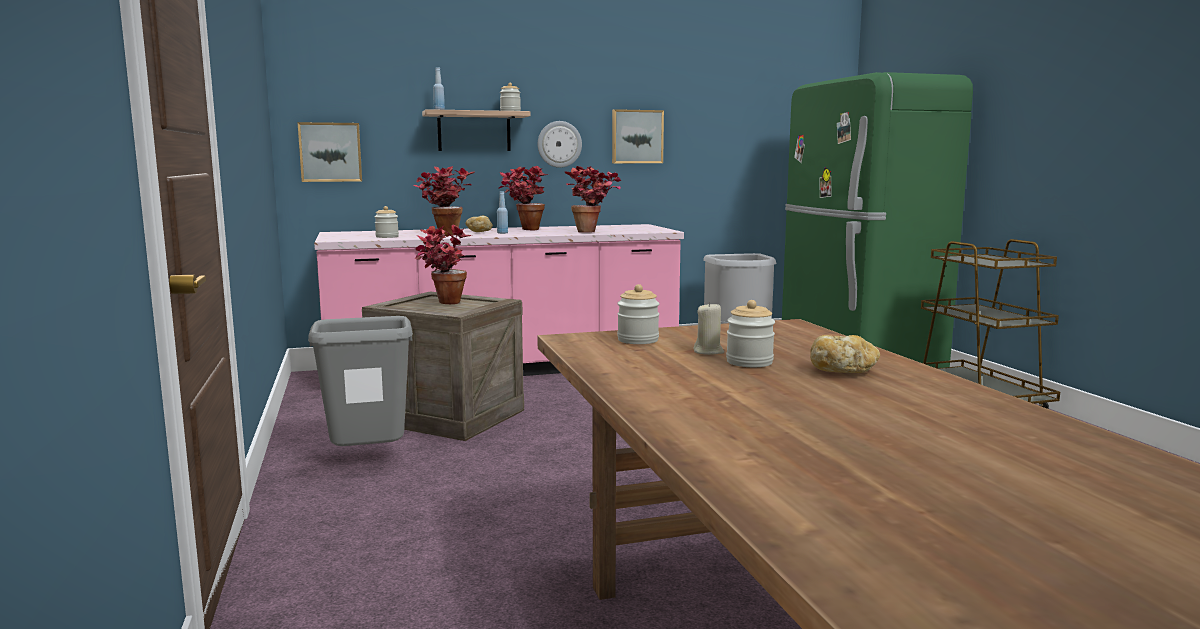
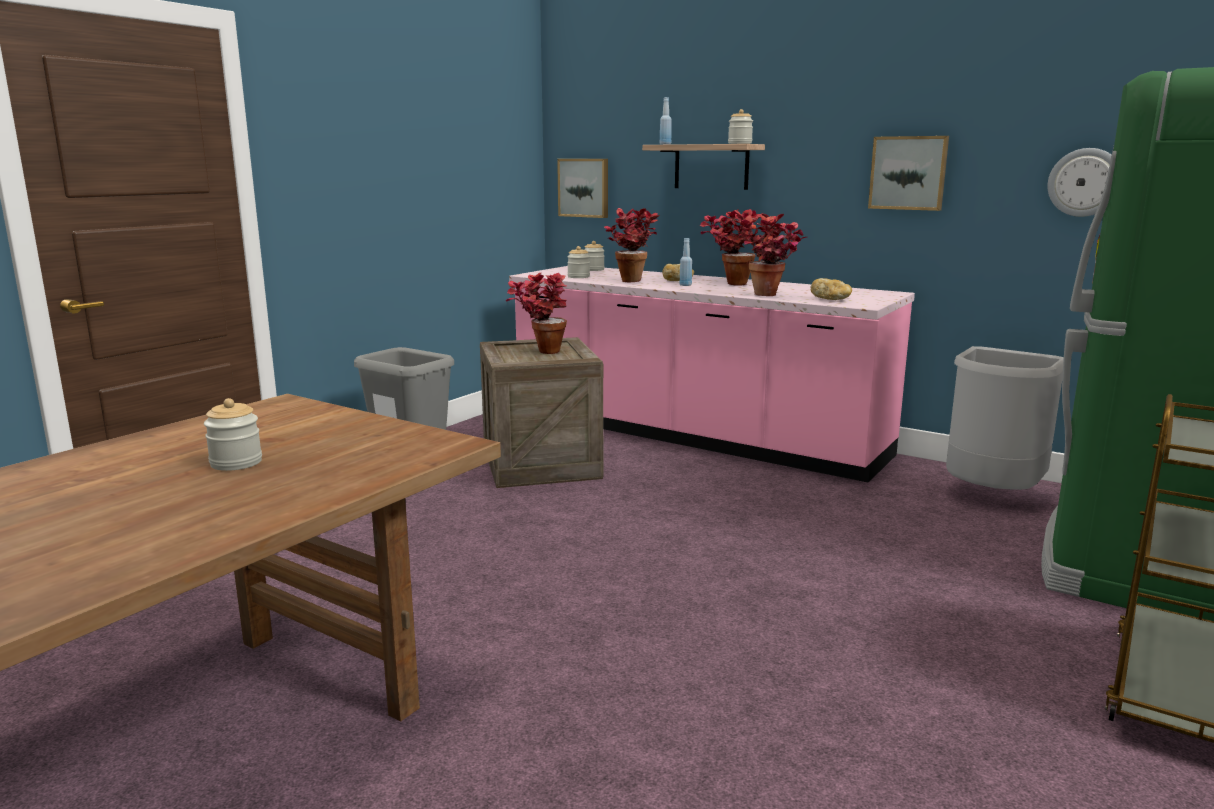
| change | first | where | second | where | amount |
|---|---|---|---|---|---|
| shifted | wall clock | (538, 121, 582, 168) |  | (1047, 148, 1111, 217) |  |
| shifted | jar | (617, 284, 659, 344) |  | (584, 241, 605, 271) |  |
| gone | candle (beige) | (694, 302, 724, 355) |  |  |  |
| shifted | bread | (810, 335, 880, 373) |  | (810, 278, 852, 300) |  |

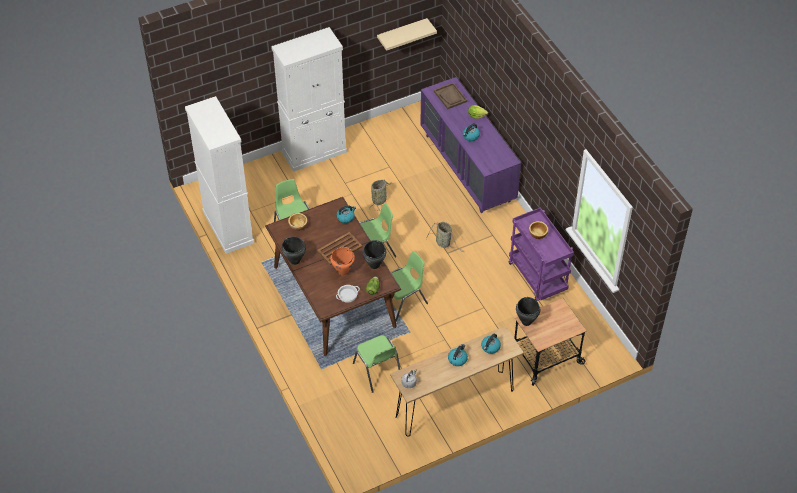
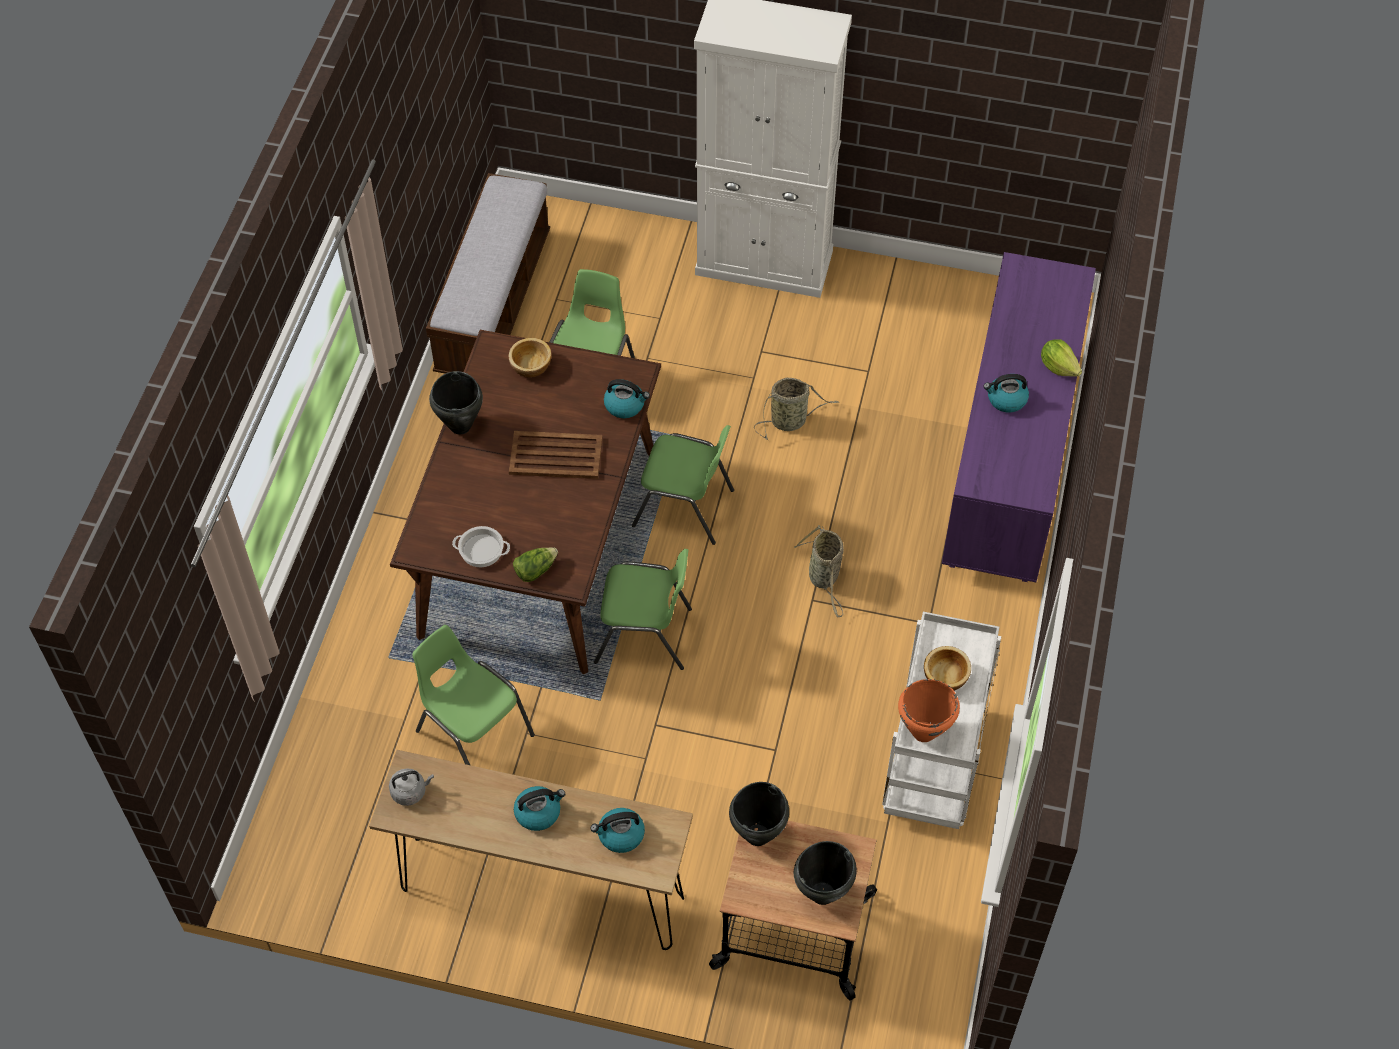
| change | first | where | second | where | amount |
|---|---|---|---|---|---|
| swapped | cabinet (white) | (185, 96, 254, 254) | bench | (426, 173, 550, 374) |  |
| shifted | cooking pot (orange) | (330, 247, 355, 275) |  | (898, 679, 960, 742) |  |
| rotated | chair (green) | (353, 335, 400, 393) |  | (412, 625, 535, 765) | 120 degrees clockwise |
| shifted | cooking pot (black) | (362, 240, 386, 269) |  | (794, 841, 857, 905) |  |
| gone | shelf (beige) | (377, 18, 437, 51) |  |  |  |
| gone | tray (brown) | (434, 83, 467, 109) |  |  |  |
| repainted | cart (purple) | (509, 207, 574, 301) | cart (white) | (882, 612, 1001, 829) |  |

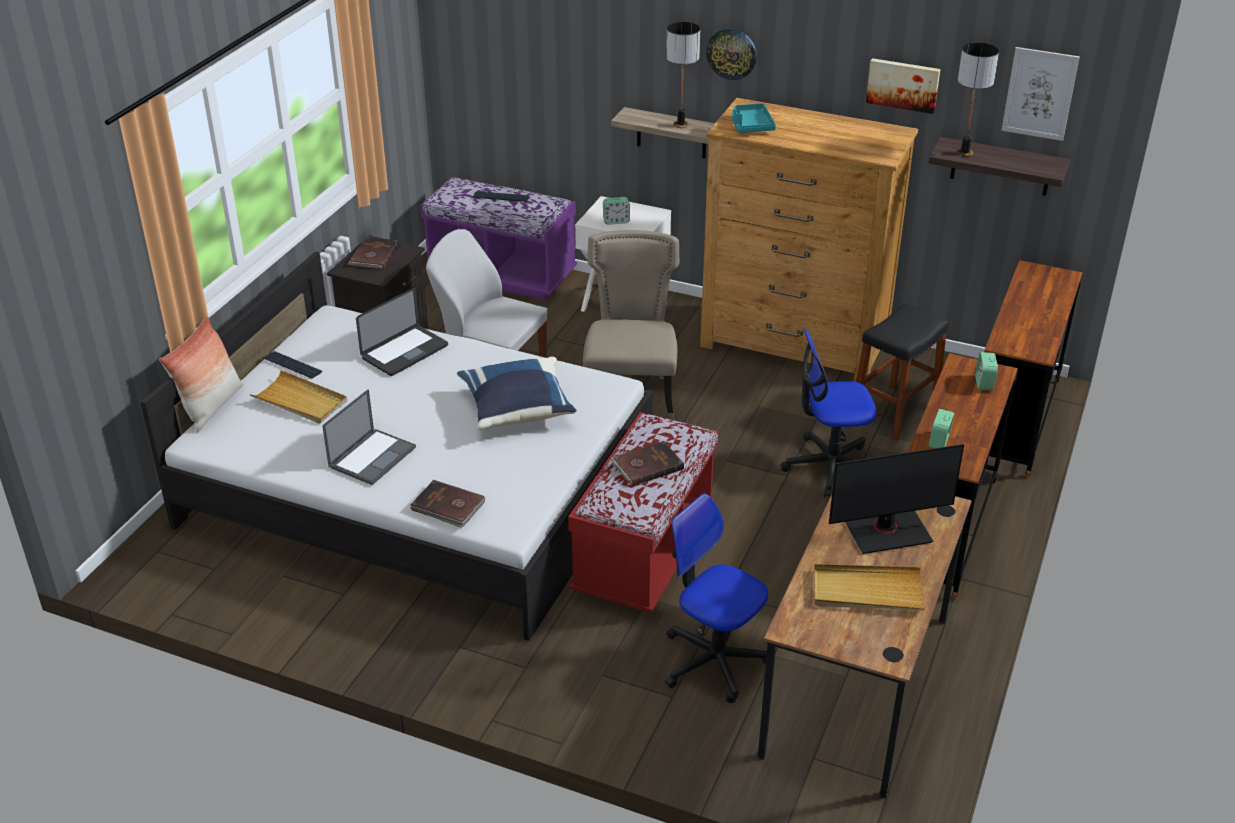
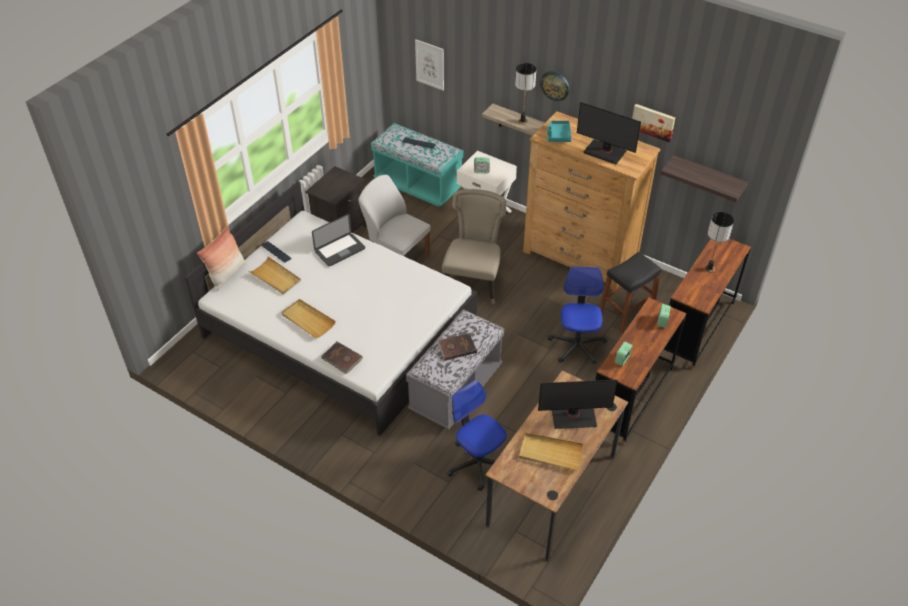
| change | first | where | second | where | amount |
|---|---|---|---|---|---|
| swapped | laptop | (322, 389, 416, 485) | tray (beige) | (281, 299, 336, 338) |  |
| gone | book (brown) | (348, 237, 400, 270) |  |  |  |
| repainted | bench (purple) | (420, 177, 577, 300) | bench (turquoise) | (371, 123, 463, 207) |  |
| gone | pillow (blue) | (457, 356, 577, 430) |  |  |  |
| repainted | bench (red) | (568, 412, 718, 613) | bench (grey) | (406, 309, 504, 430) |  |
| rotated | office chair | (780, 328, 877, 498) |  | (548, 266, 607, 364) | 90 degrees clockwise |
| shifted | table lamp | (957, 42, 999, 157) |  | (705, 212, 734, 272) |  |
| shifted | picture | (1001, 47, 1080, 141) |  | (415, 40, 444, 90) |  |
| new |  |  | monitor | (577, 102, 641, 164) |  |

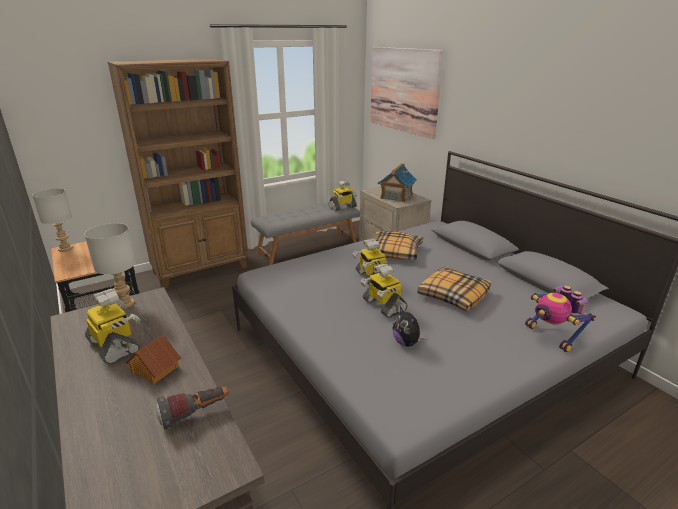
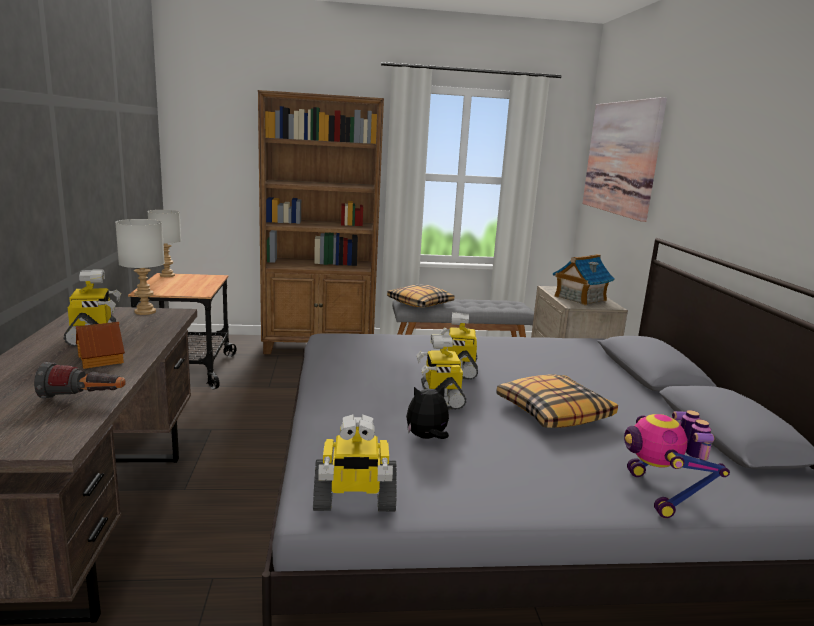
| change | first | where | second | where | amount |
|---|---|---|---|---|---|
| shifted | toy robot | (328, 180, 357, 211) |  | (313, 414, 396, 511) |  |
| shifted | pillow | (366, 231, 423, 260) |  | (387, 284, 454, 307) |  |
| rotated | plush toy | (393, 307, 424, 346) |  | (406, 384, 449, 439) | 75 degrees clockwise |

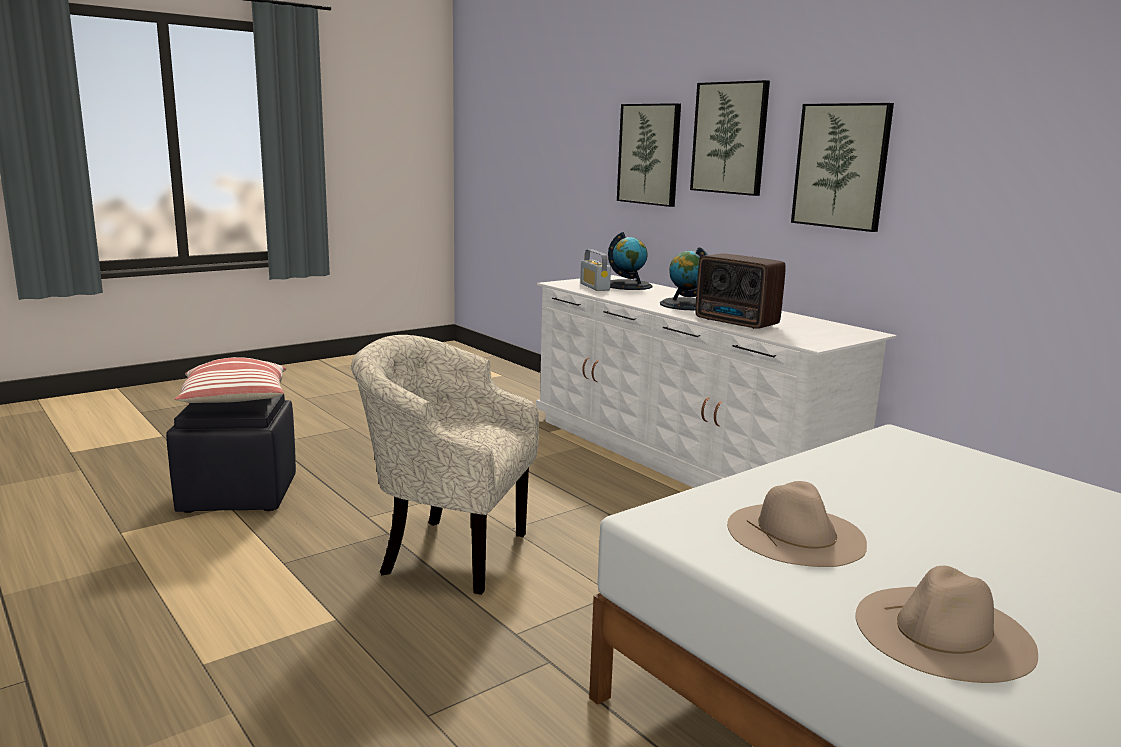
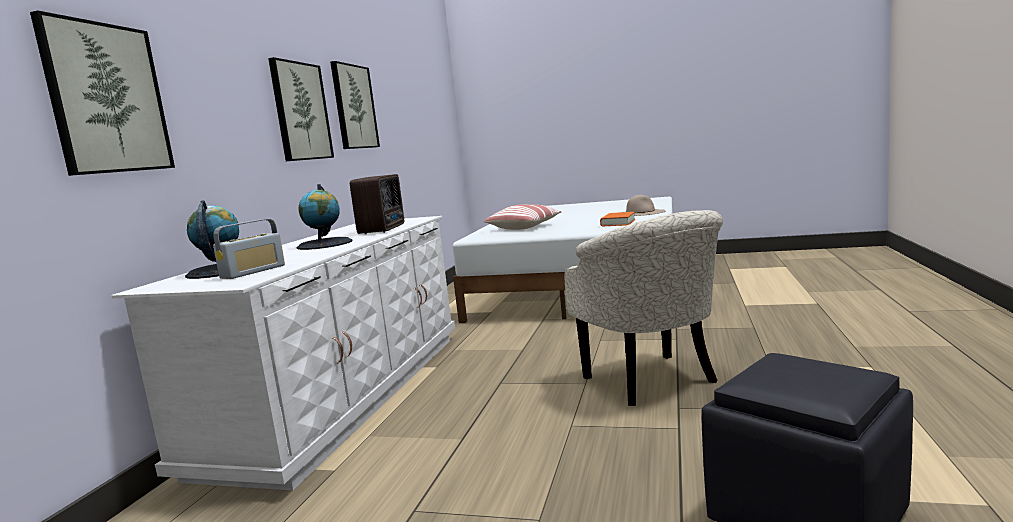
| change | first | where | second | where | amount |
|---|---|---|---|---|---|
| shifted | pillow | (175, 357, 287, 403) |  | (484, 204, 562, 230) |  |
| shifted | picture | (690, 80, 770, 196) |  | (330, 61, 380, 149) |  |
| swapped | hat (beige) | (727, 481, 867, 567) | book (orange) | (600, 212, 635, 226) |  |

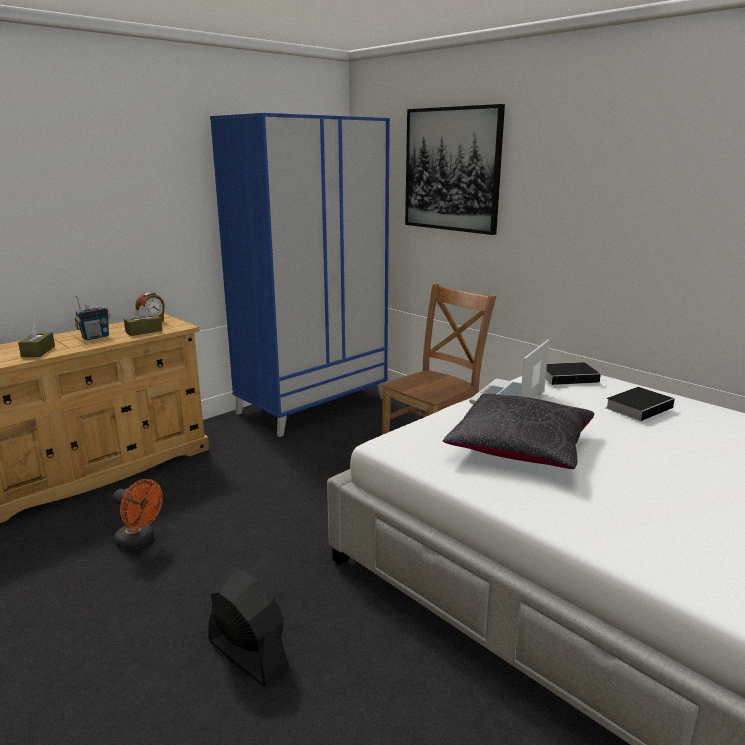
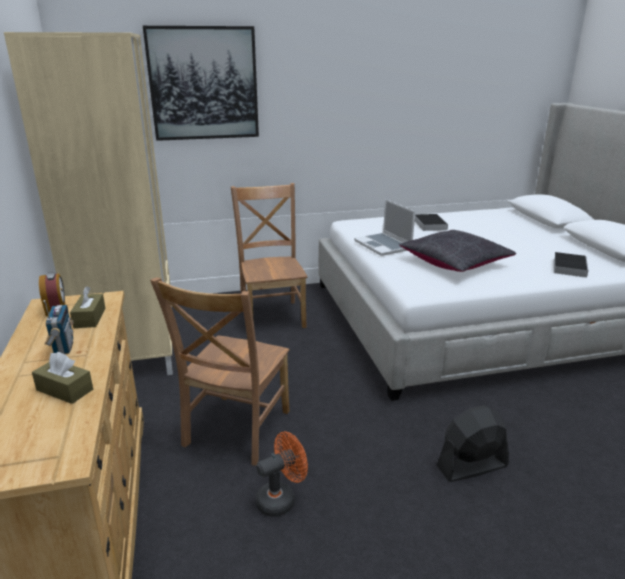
| change | first | where | second | where | amount |
|---|---|---|---|---|---|
| repainted | wardrobe (blue) | (210, 113, 390, 437) | wardrobe (beige) | (4, 32, 173, 375) |  |
| shifted | book | (545, 362, 606, 385) |  | (553, 252, 588, 278) |  |
| new |  |  | chair (brown) | (150, 277, 290, 465) |  |

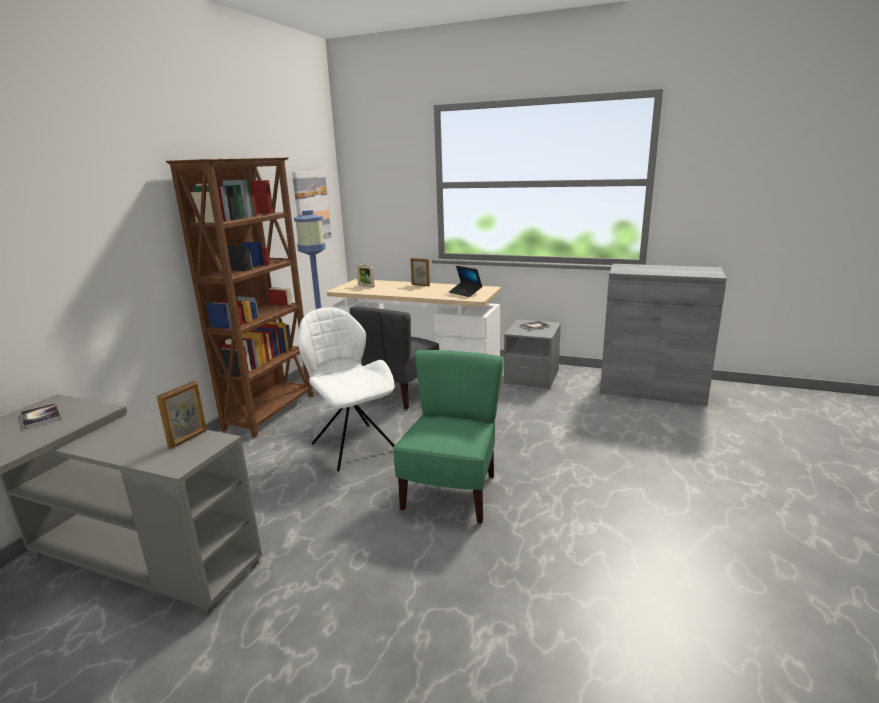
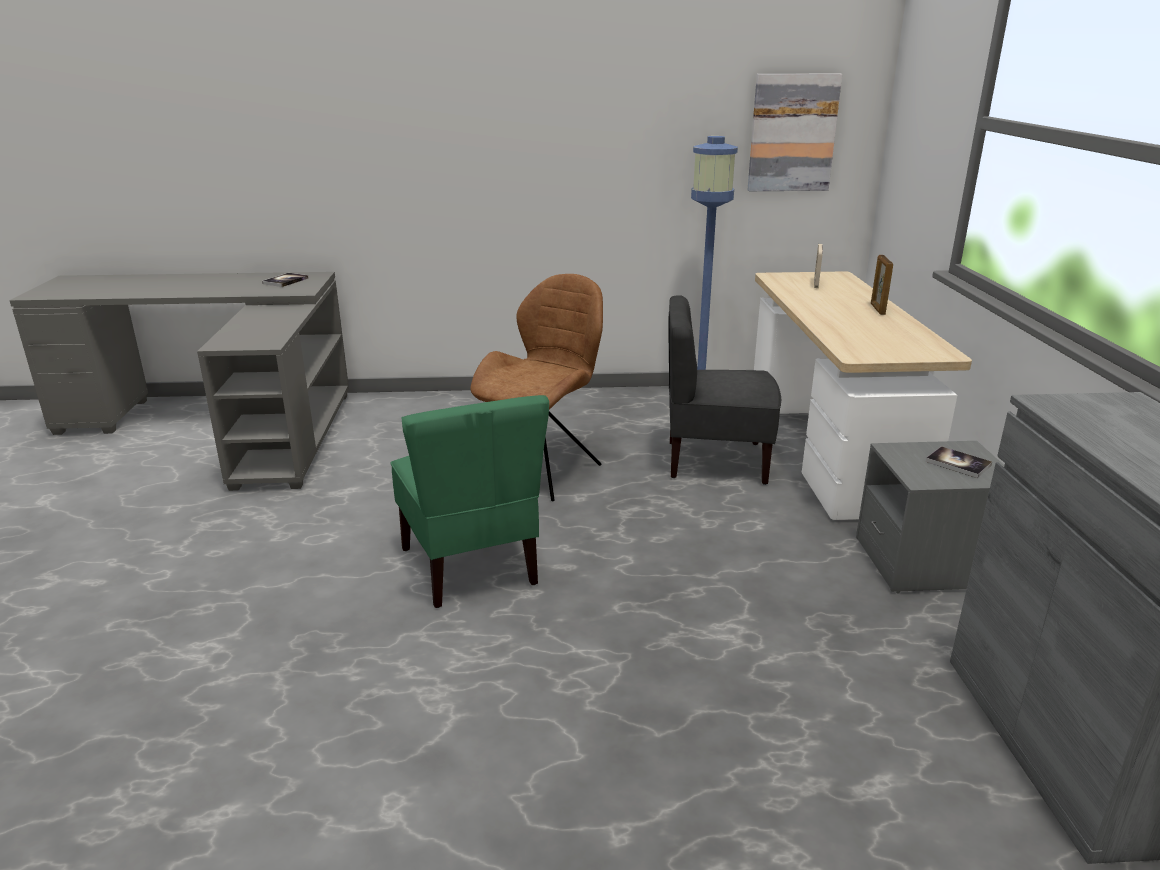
| change | first | where | second | where | amount |
|---|---|---|---|---|---|
| gone | picture frame | (157, 381, 207, 449) |  |  |  |
| gone | bookcase (brown) | (166, 157, 314, 437) |  |  |  |
| repainted | chair (white) | (298, 307, 395, 471) | chair (brown) | (470, 274, 603, 501) |  |
| rotated | chair (green) | (393, 350, 504, 524) |  | (390, 395, 549, 608) | 75 degrees clockwise |
| gone | laptop | (449, 266, 482, 297) |  |  |  |

